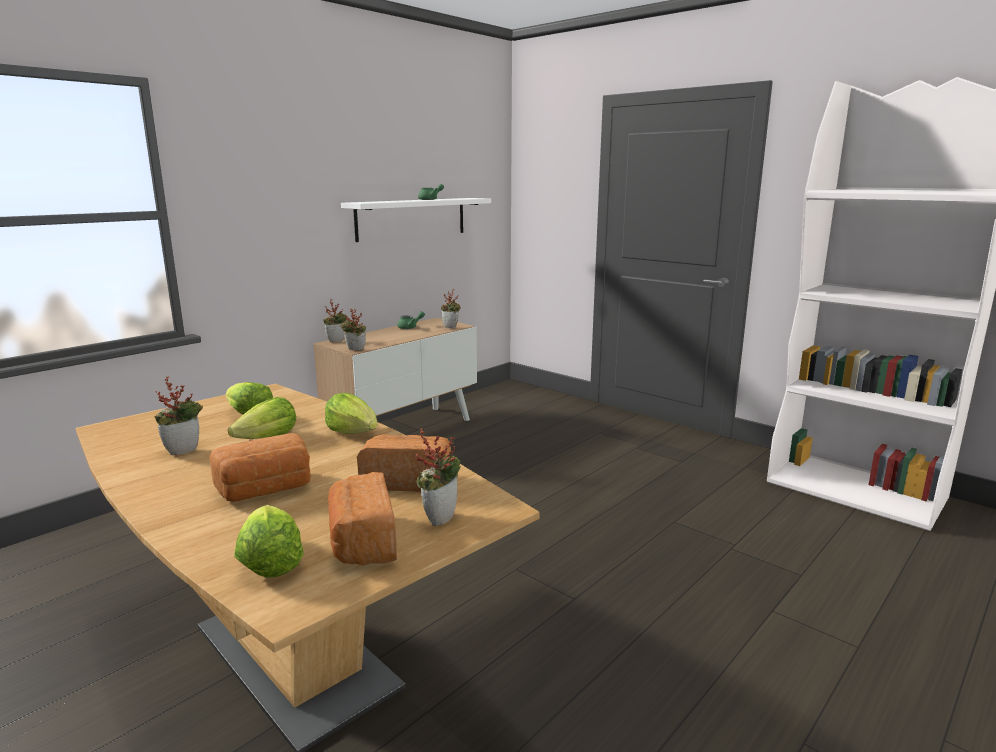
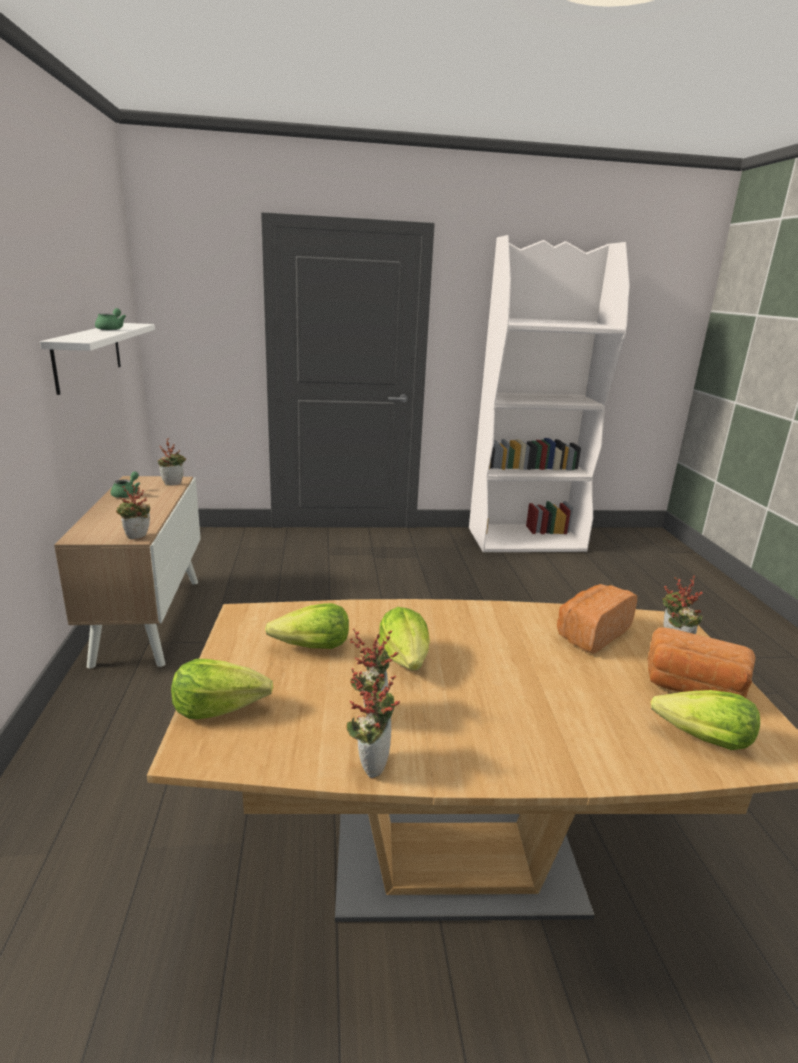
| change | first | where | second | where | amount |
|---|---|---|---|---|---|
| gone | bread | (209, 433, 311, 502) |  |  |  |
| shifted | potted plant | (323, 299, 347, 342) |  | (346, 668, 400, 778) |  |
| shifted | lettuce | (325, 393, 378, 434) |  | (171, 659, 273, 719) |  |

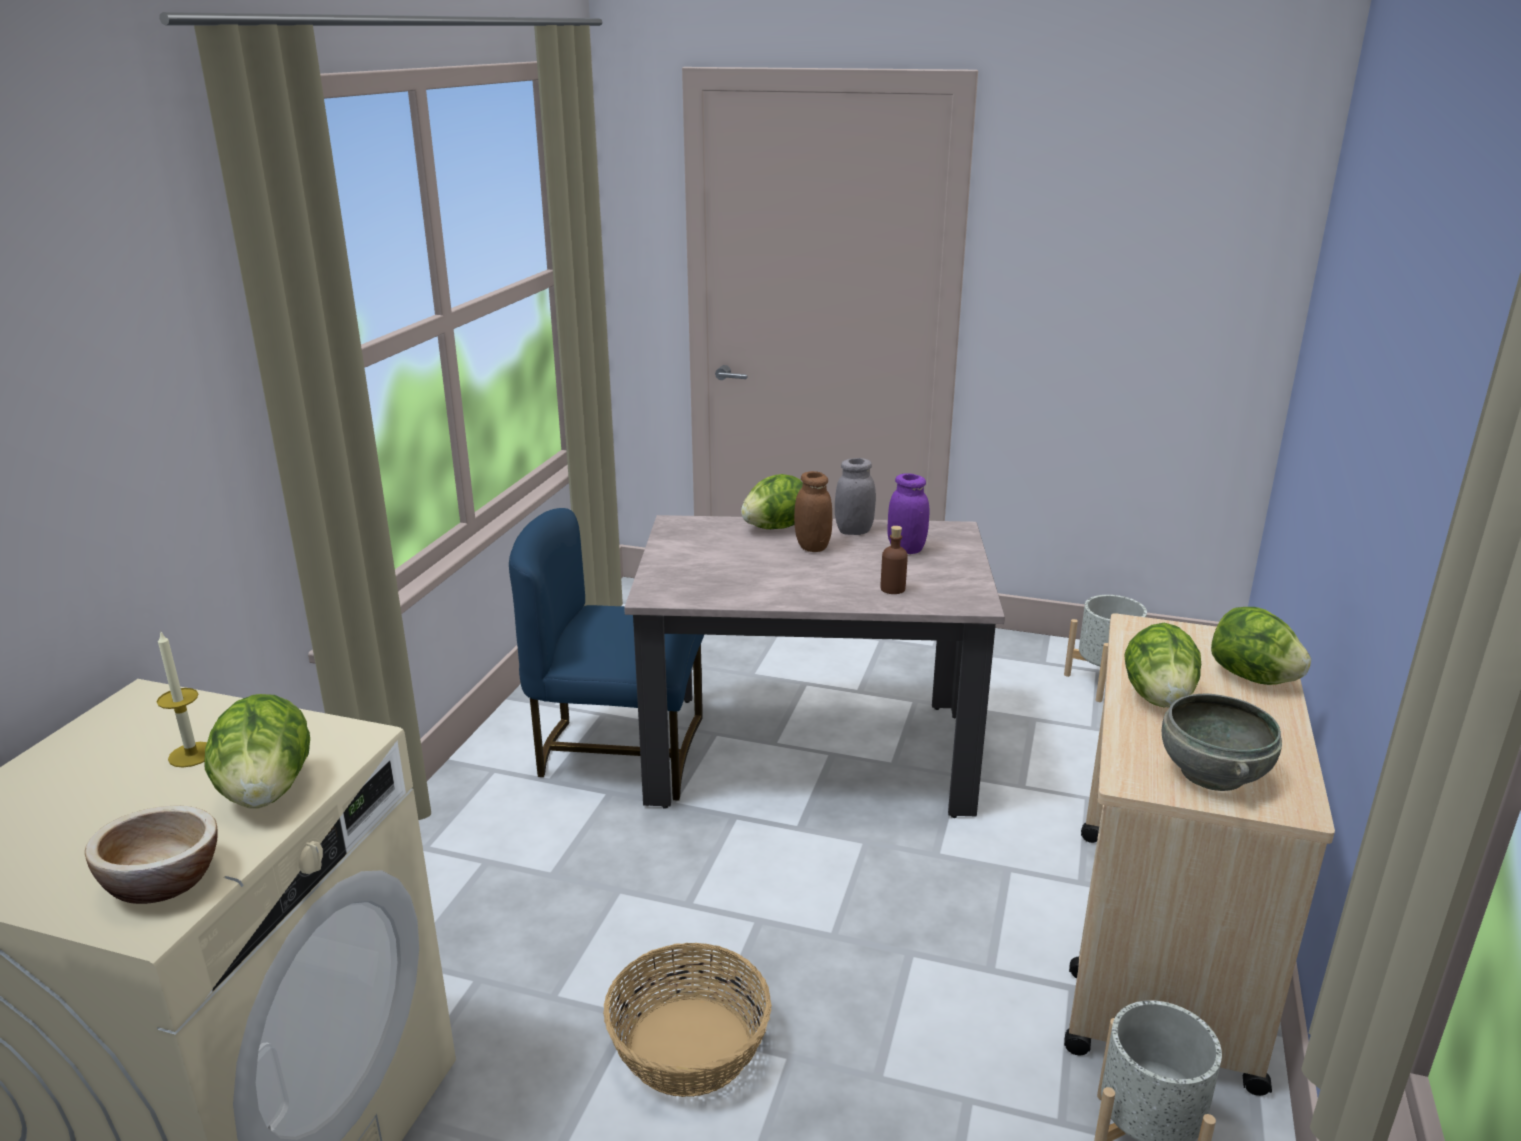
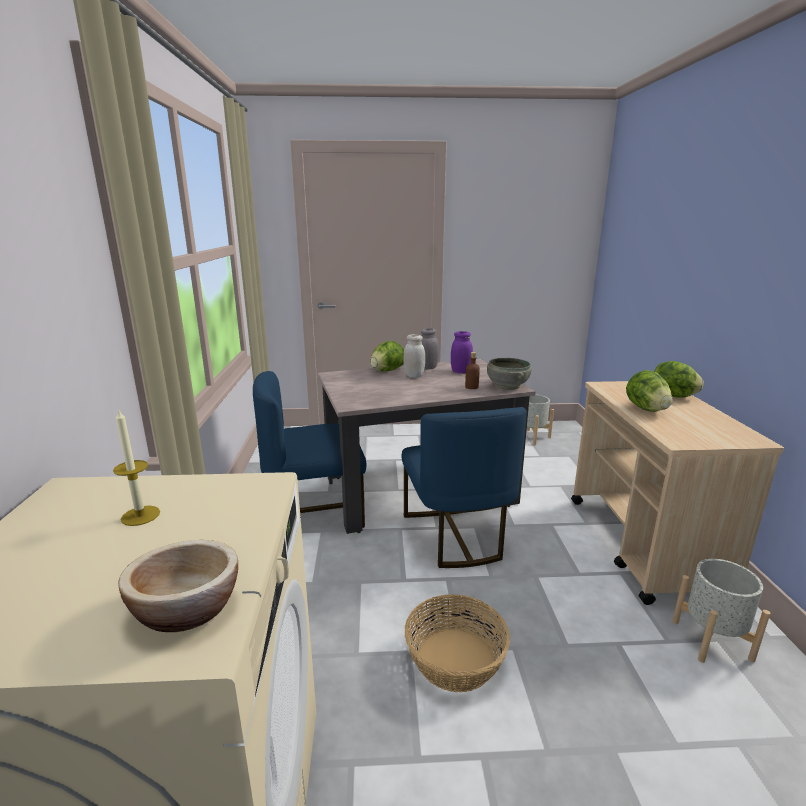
| change | first | where | second | where | amount |
|---|---|---|---|---|---|
| gone | lettuce | (204, 694, 310, 809) |  |  |  |
| repainted | jar (brown) | (794, 471, 832, 552) | jar (white) | (404, 334, 425, 378) |  |
| shifted | bowl (grey) | (1162, 693, 1282, 791) |  | (487, 358, 531, 390) |  |
| new |  |  | chair (blue) | (402, 407, 527, 568) |  |

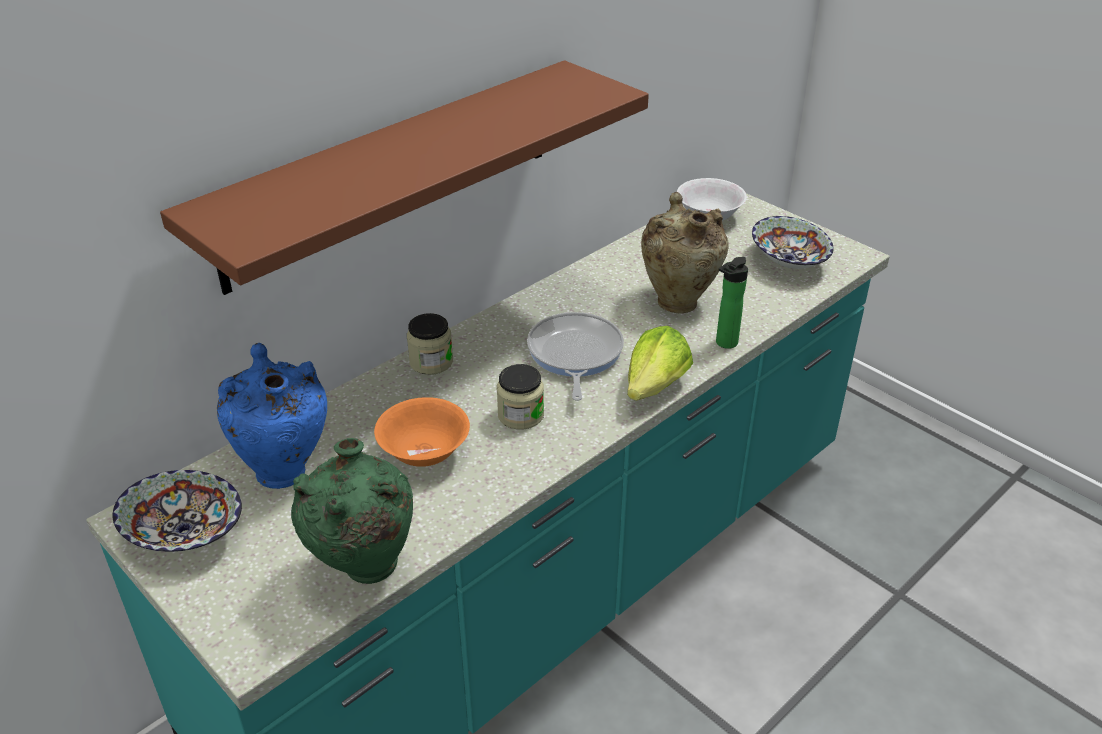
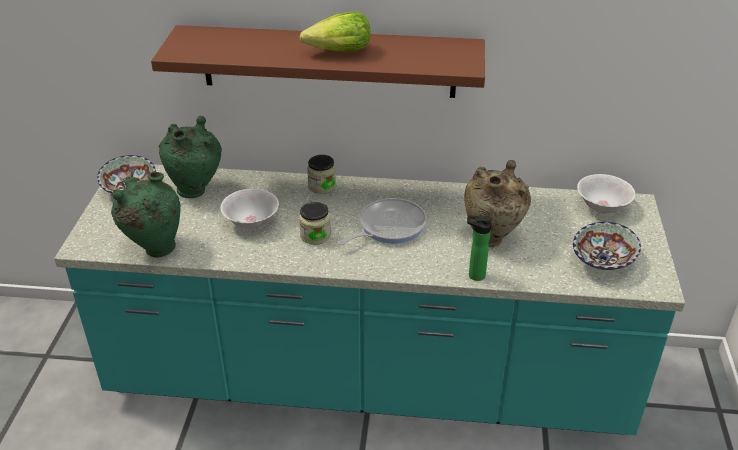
| change | first | where | second | where | amount |
|---|---|---|---|---|---|
| repainted | vase (blue) | (217, 343, 327, 489) | vase (green) | (159, 116, 222, 198) |  |
| repainted | bowl (orange) | (374, 397, 470, 467) | bowl (white) | (220, 189, 279, 229) |  |
| shifted | lettuce | (627, 326, 693, 401) |  | (300, 12, 370, 51) |  |

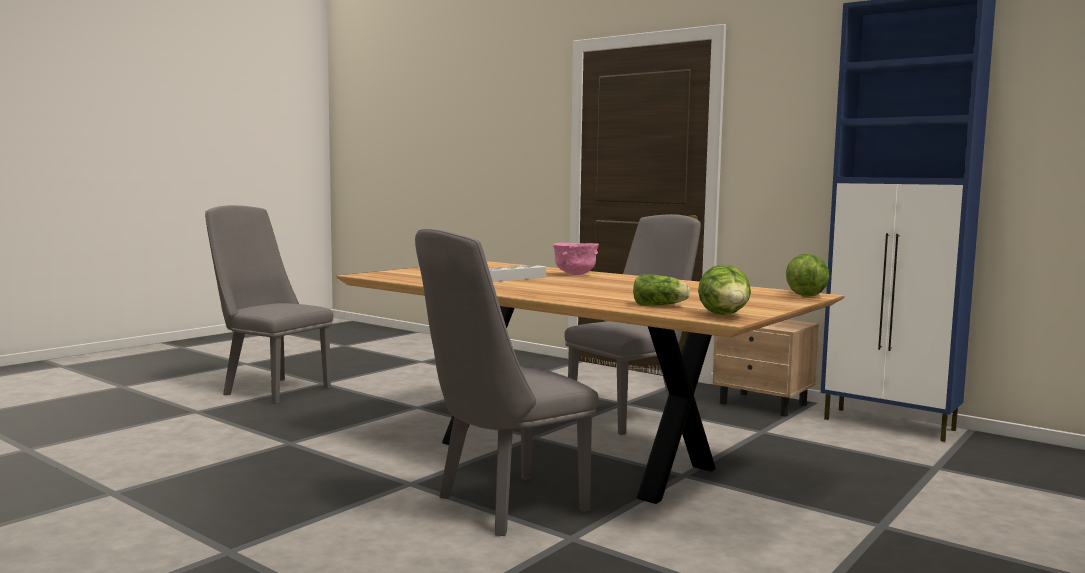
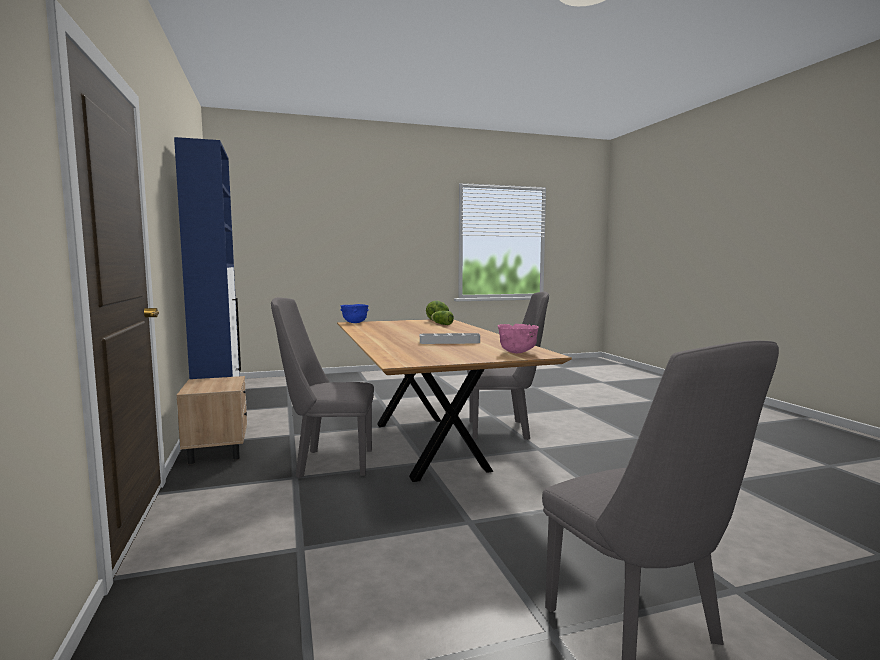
| change | first | where | second | where | amount |
|---|---|---|---|---|---|
| shifted | bowl (pink) | (553, 243, 599, 275) |  | (498, 324, 539, 353) |  |
| swapped | lettuce | (786, 254, 829, 297) | bowl (blue) | (340, 304, 369, 323) |  |

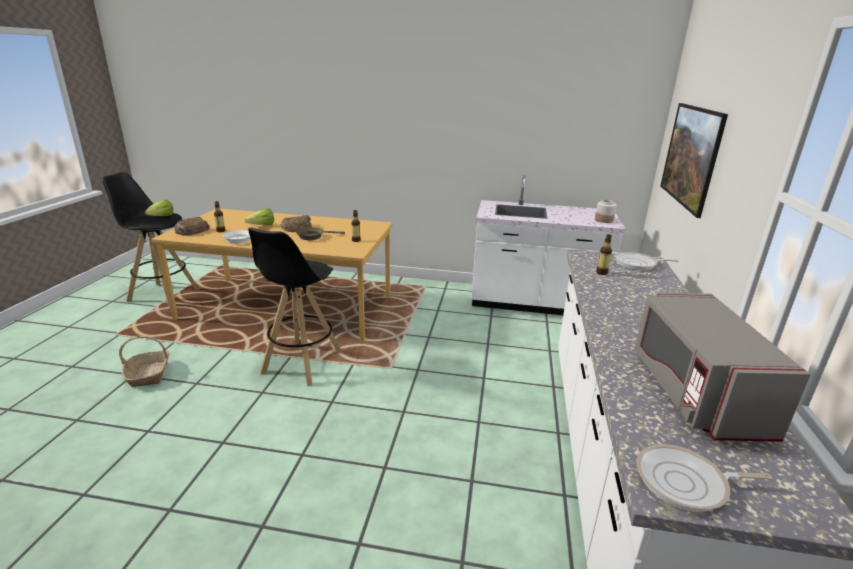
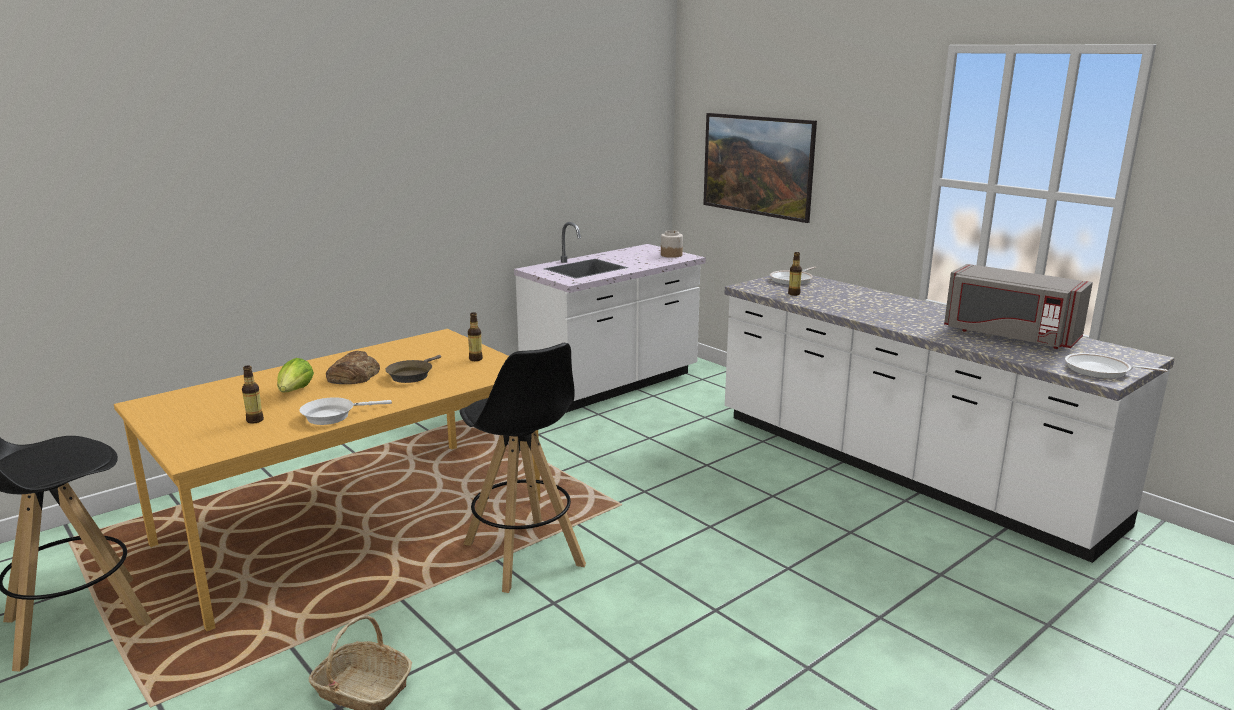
| change | first | where | second | where | amount |
|---|---|---|---|---|---|
| gone | lettuce | (145, 199, 174, 216) |  |  |  |
| gone | bread | (174, 217, 210, 236) |  |  |  |
| rotated | frying pan | (636, 444, 772, 512) |  | (1065, 353, 1168, 378) | 75 degrees clockwise |

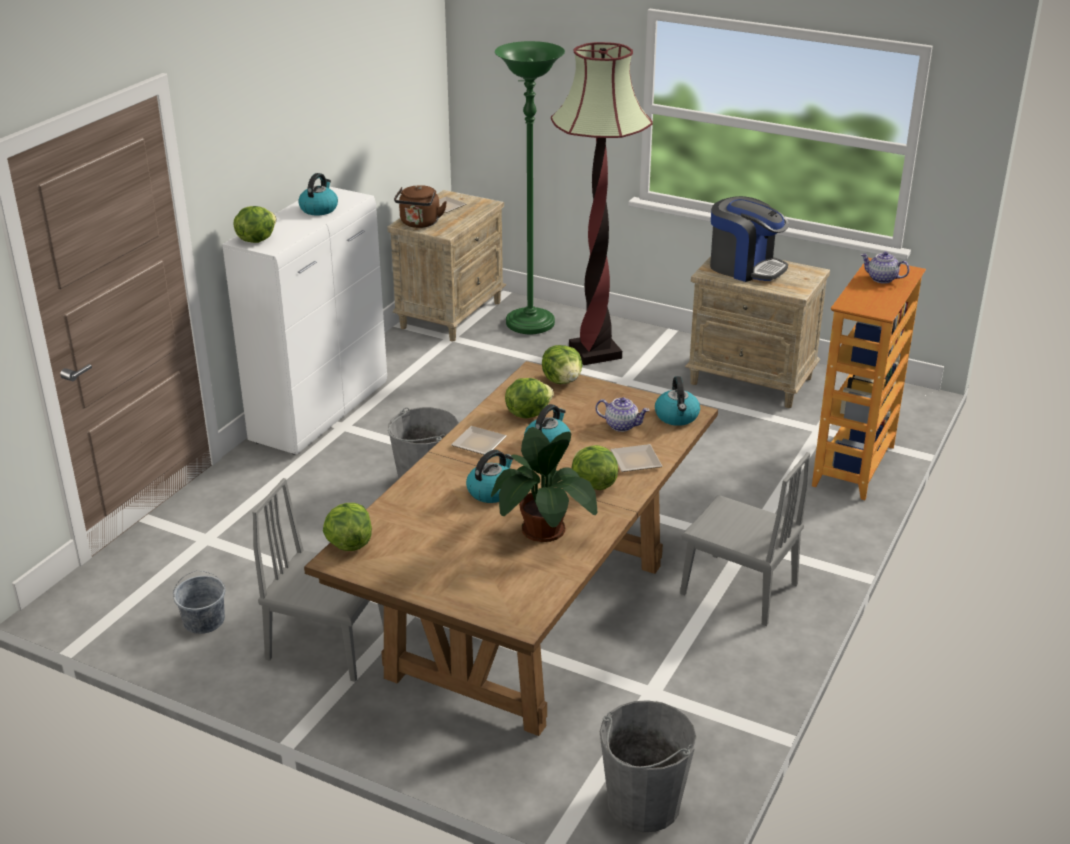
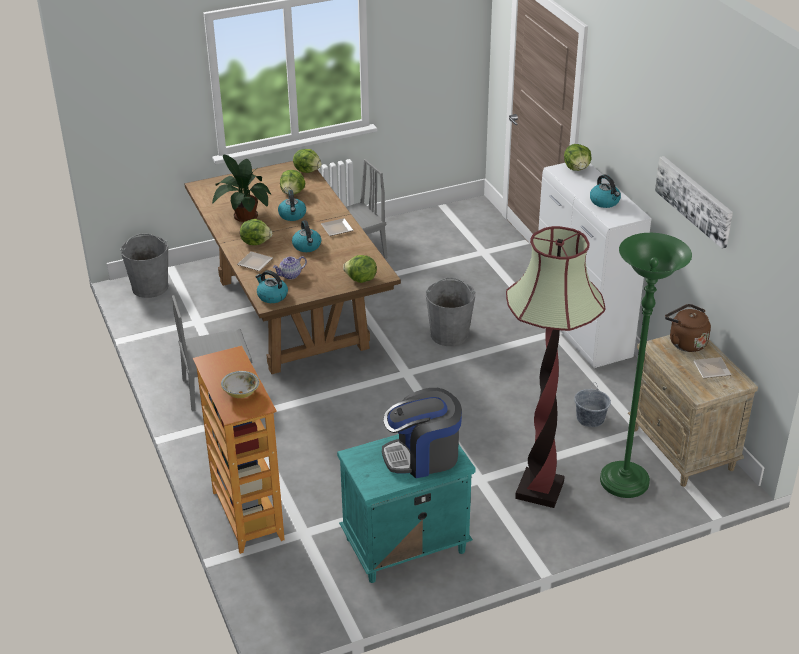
| change | first | where | second | where | amount |
|---|---|---|---|---|---|
| shifted | bucket (grey) | (173, 571, 225, 634) |  | (574, 382, 611, 427) |  |
| shifted | lettuce | (505, 378, 554, 418) |  | (280, 170, 305, 195) |  |
| repainted | nightstand (beige) | (685, 257, 830, 408) | nightstand (turquoise) | (337, 434, 476, 583) |  |
| swapped | teapot | (860, 251, 910, 284) | bowl | (221, 371, 260, 398) |  |
| new |  |  | picture | (655, 156, 733, 249) |  |

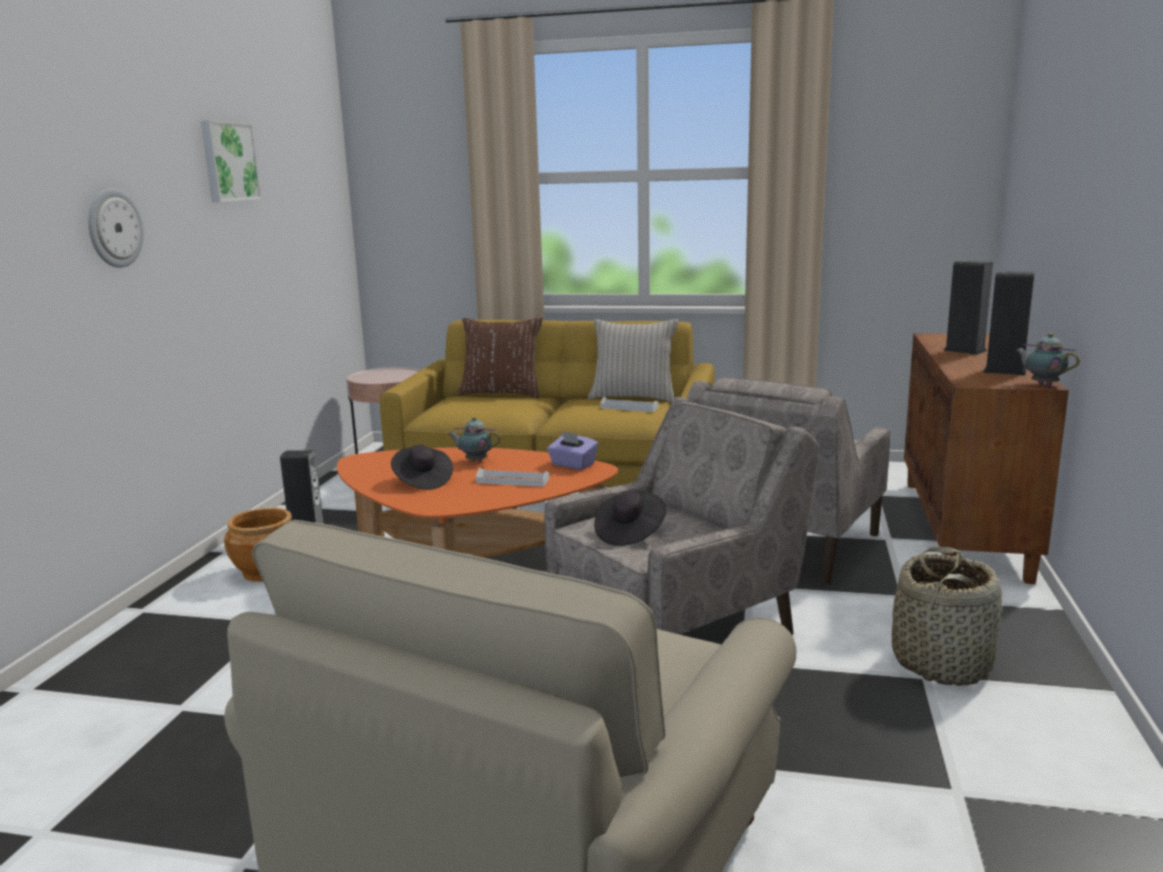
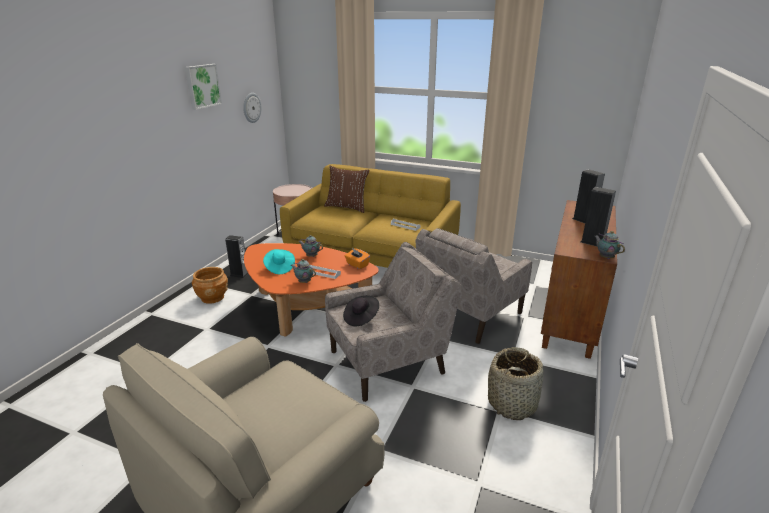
| change | first | where | second | where | amount |
|---|---|---|---|---|---|
| shifted | wall clock | (88, 188, 144, 268) |  | (243, 93, 262, 123) |  |
| repainted | hat (black) | (391, 445, 453, 490) | hat (turquoise) | (263, 249, 295, 274) |  |
| repainted | tissue box (purple) | (547, 431, 598, 470) | tissue box (orange) | (345, 248, 370, 269) |  |
| gone | pillow (beige) | (588, 319, 679, 403) |  |  |  |
| new |  |  | teapot | (291, 259, 316, 283) |  |

